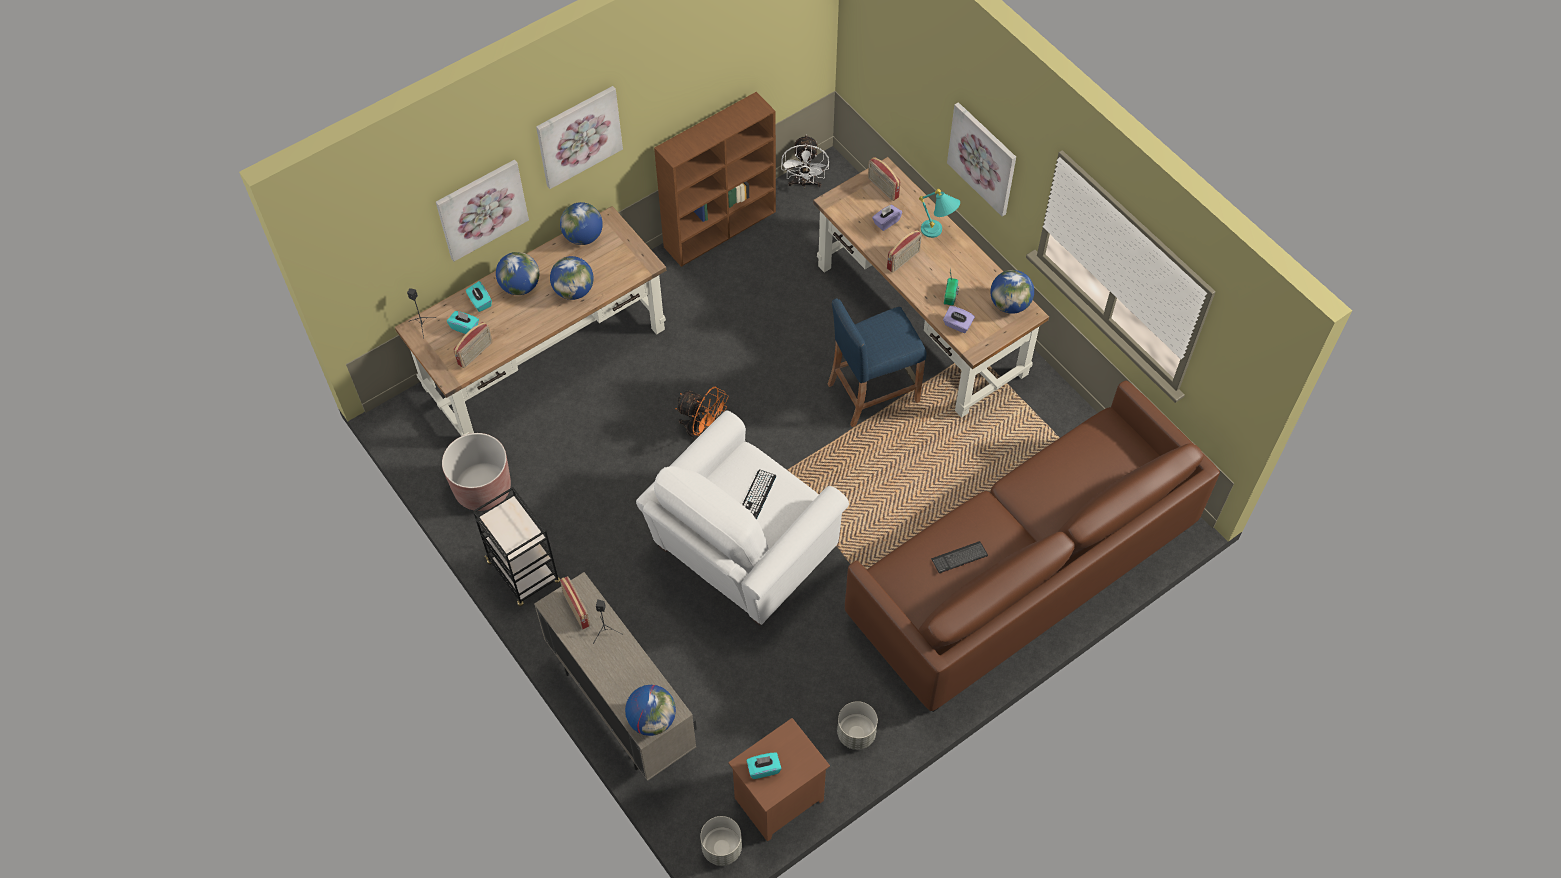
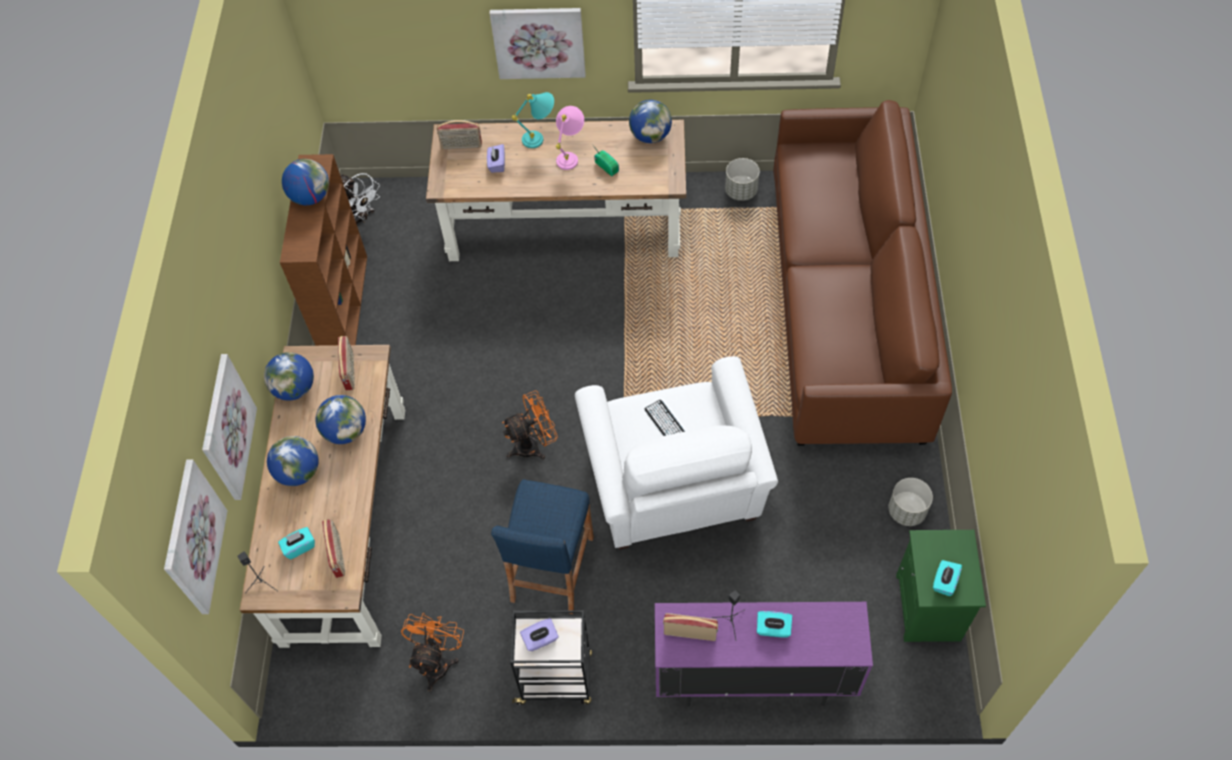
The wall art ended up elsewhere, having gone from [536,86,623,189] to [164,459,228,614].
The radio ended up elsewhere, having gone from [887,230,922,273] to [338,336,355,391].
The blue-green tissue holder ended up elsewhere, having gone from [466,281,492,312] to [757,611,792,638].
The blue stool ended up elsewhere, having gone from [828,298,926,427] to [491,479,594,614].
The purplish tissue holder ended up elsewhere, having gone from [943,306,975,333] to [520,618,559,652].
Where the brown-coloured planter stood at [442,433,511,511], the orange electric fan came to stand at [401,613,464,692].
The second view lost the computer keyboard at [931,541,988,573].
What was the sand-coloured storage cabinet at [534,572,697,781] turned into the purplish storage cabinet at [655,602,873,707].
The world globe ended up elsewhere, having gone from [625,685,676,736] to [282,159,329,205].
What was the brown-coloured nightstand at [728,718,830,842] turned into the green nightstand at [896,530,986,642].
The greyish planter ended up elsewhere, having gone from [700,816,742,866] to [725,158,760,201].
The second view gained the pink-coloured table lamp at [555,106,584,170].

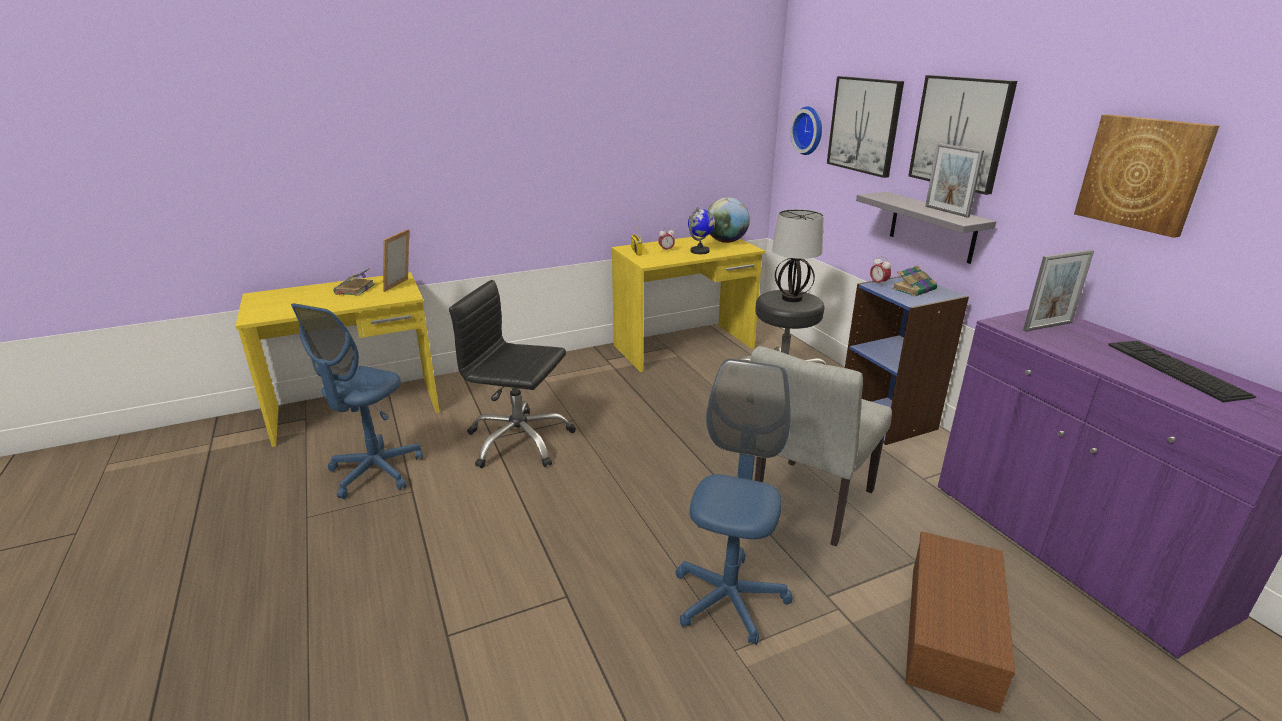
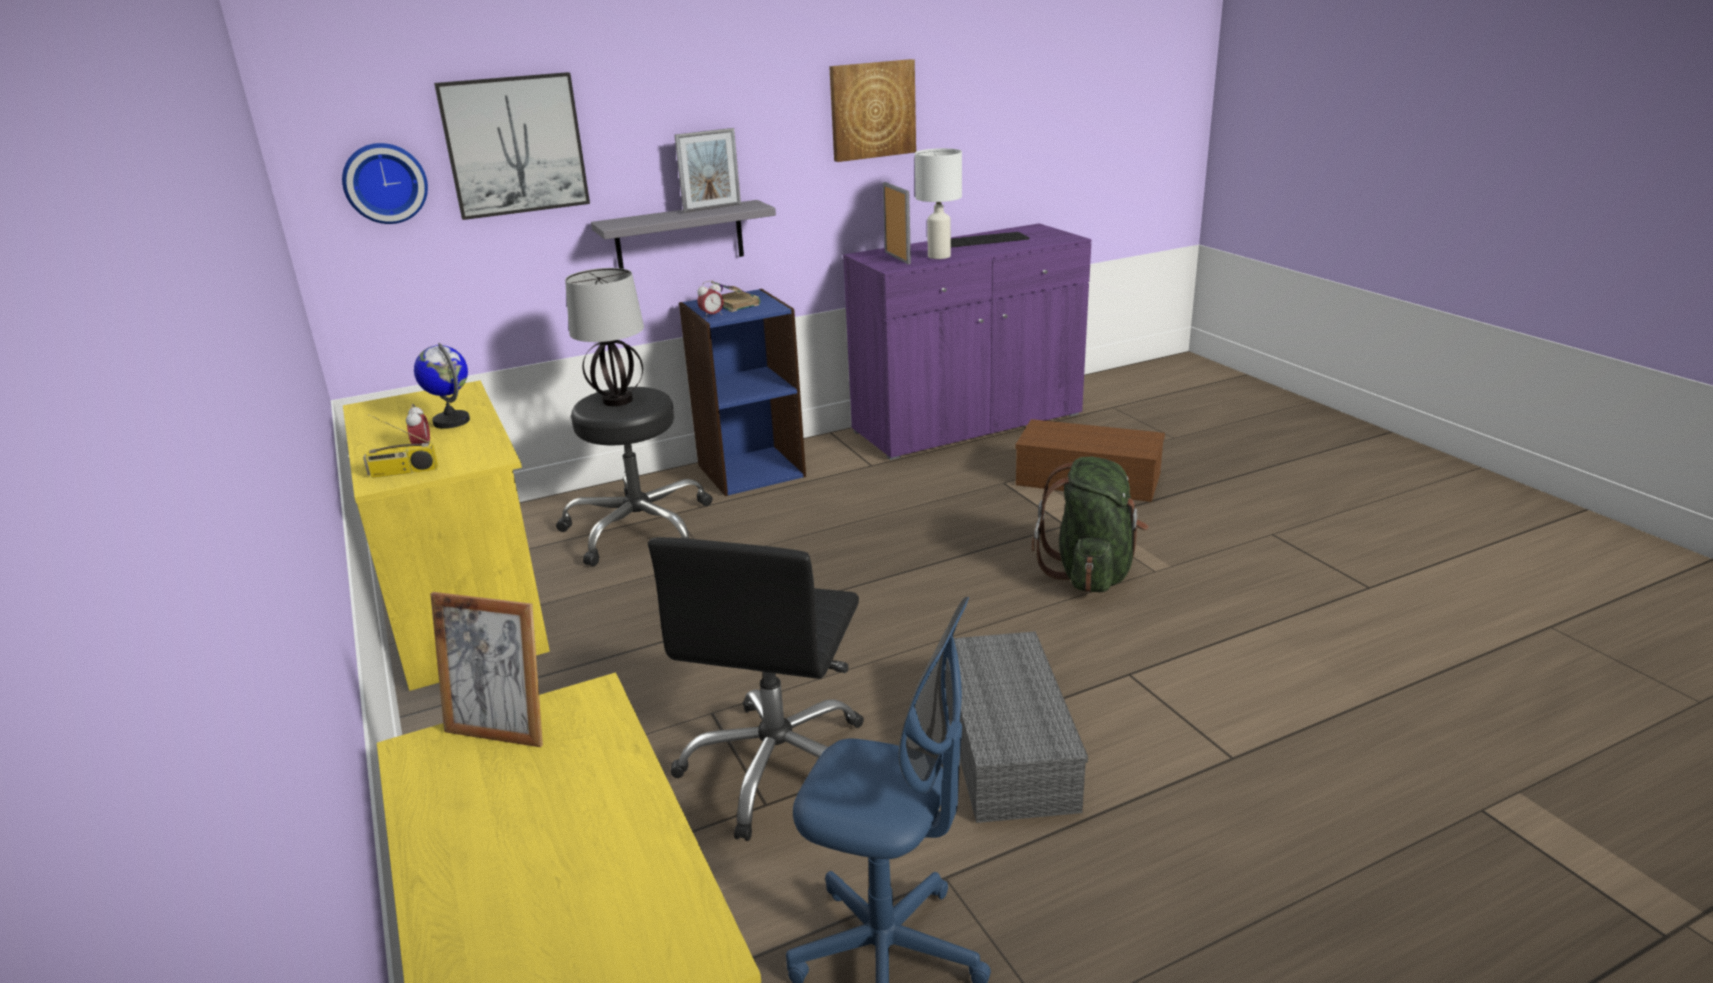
The second view lost the wall art at [908,75,1017,195].
The second view lost the world globe at [708,197,750,243].
The second view lost the volume at [333,268,375,296].
The second view lost the greyish chair at [751,346,892,546].
Where the blue office chair stood at [676,359,793,645], the green knapsack came to stand at [1032,457,1149,593].
The second view gained the whitish table lamp at [915,148,962,259].
The second view gained the greyish storage box at [945,631,1088,823].

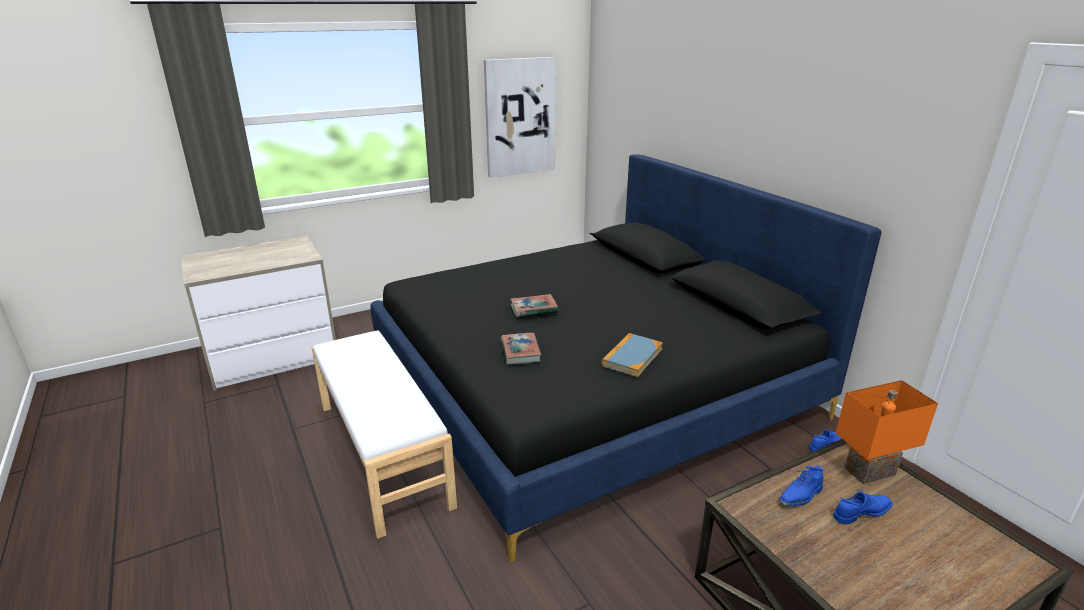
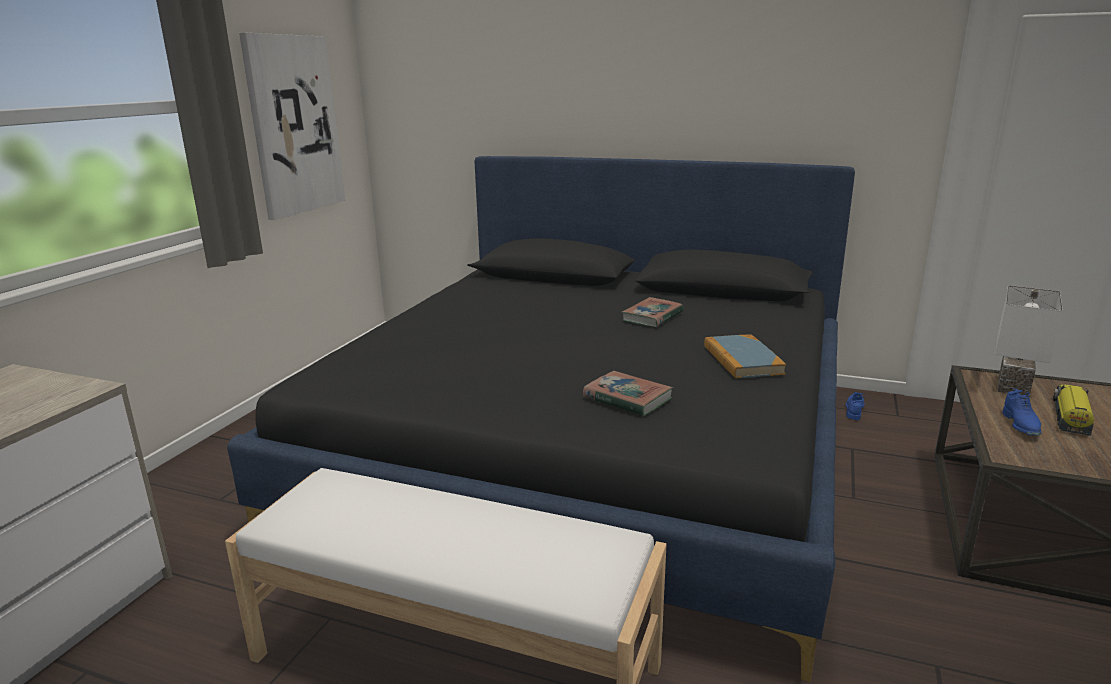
The volume ended up elsewhere, having gone from [511,294,558,317] to [622,297,684,327].
What was the orange table lamp at [836,380,938,484] turned into the whitish table lamp at [995,285,1063,397].
Where the blue item of footwear stood at [833,490,893,524], the toy lorry came to stand at [1053,384,1094,436].

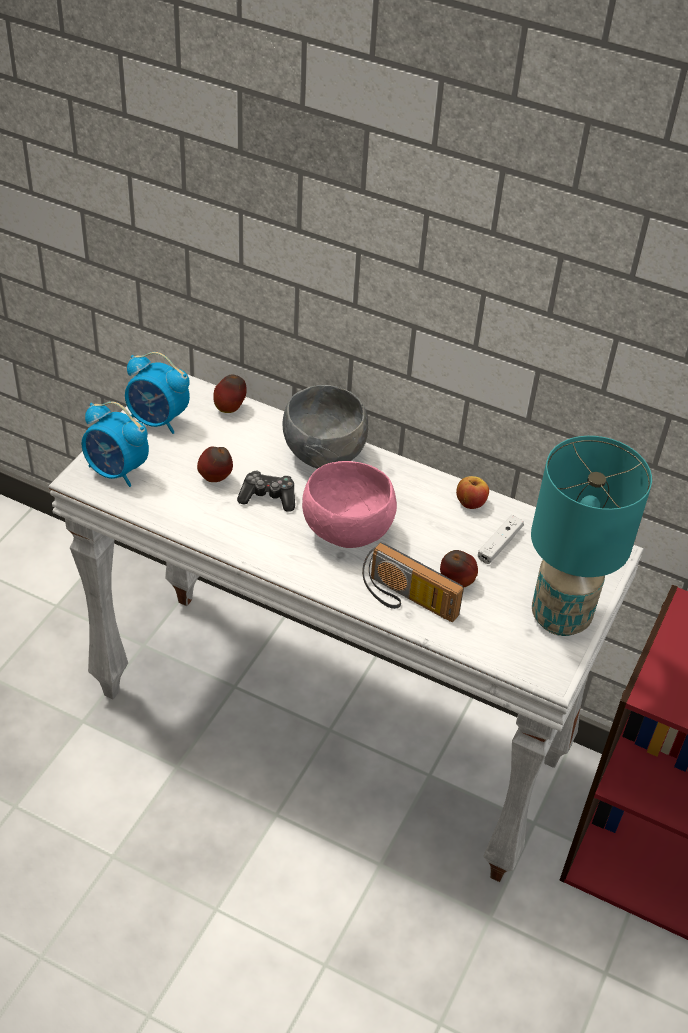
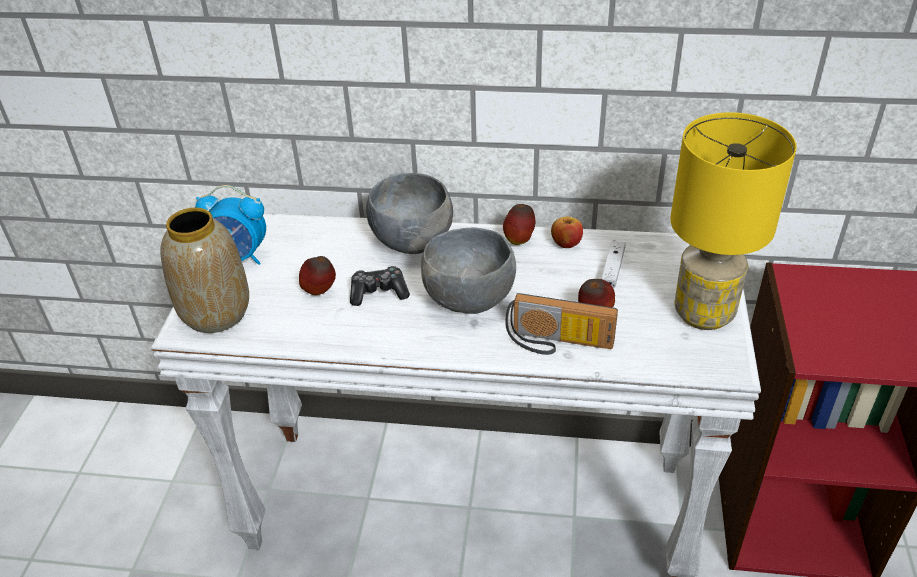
The apple ended up elsewhere, having gone from [213,375,247,413] to [503,204,535,245].
Where the table clock stood at [82,402,149,487], the vase came to stand at [160,208,249,333].
What was the blue-green table lamp at [531,436,652,636] turned into the yellow-coloured table lamp at [670,112,796,330].
What was the pink-coloured bowl at [302,461,397,548] turned into the greyish bowl at [421,228,516,314].

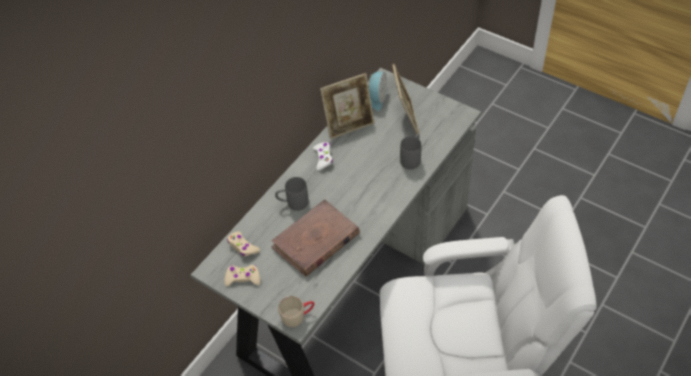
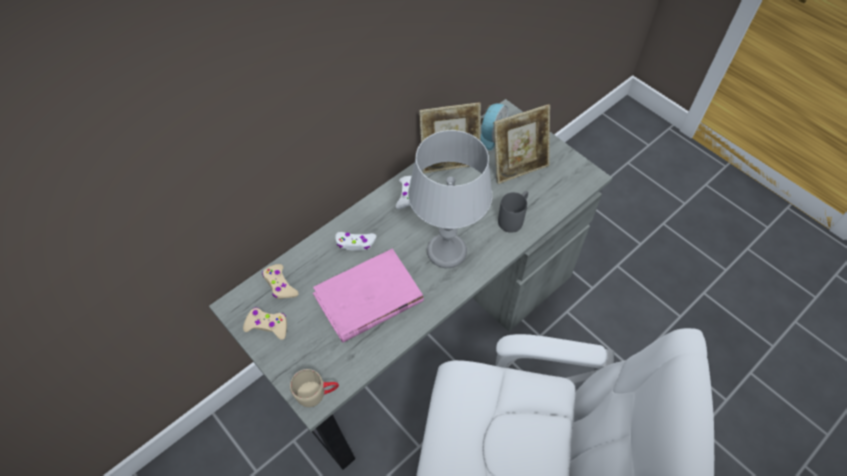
The photo frame at [392,64,420,134] ended up facing another way, 60 degrees clockwise from before.
Where the greyish coffee mug stood at [275,177,309,211], the whitish gamepad came to stand at [335,232,376,251].
What was the brown-coloured volume at [271,199,360,277] turned into the pink-coloured volume at [313,248,424,343].
The second view gained the greyish table lamp at [408,130,492,268].

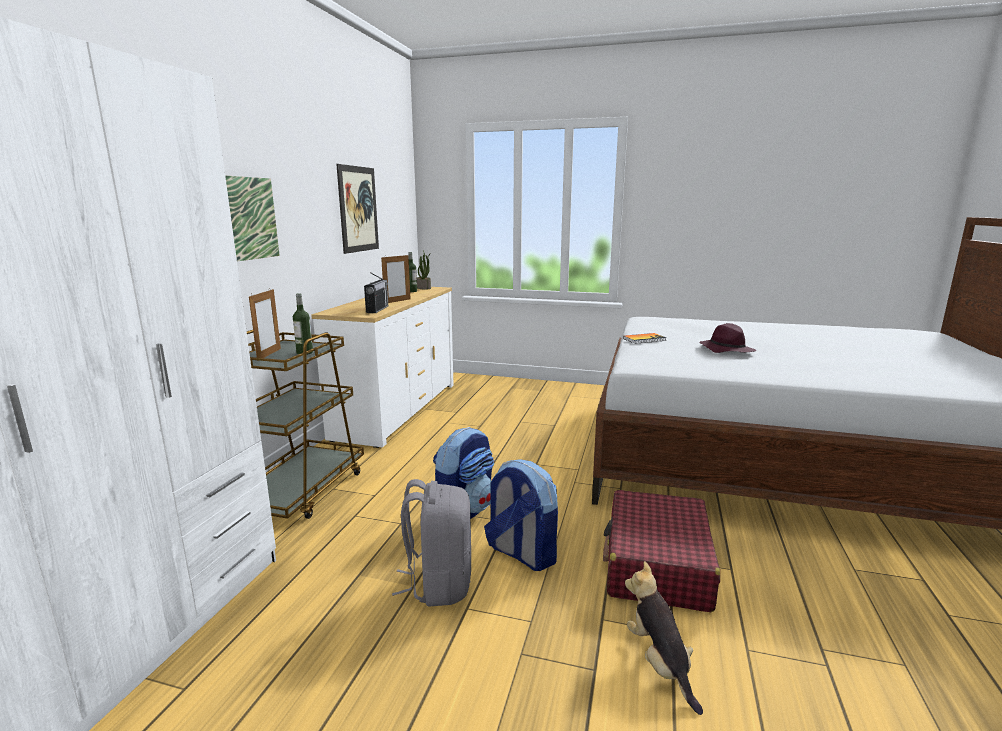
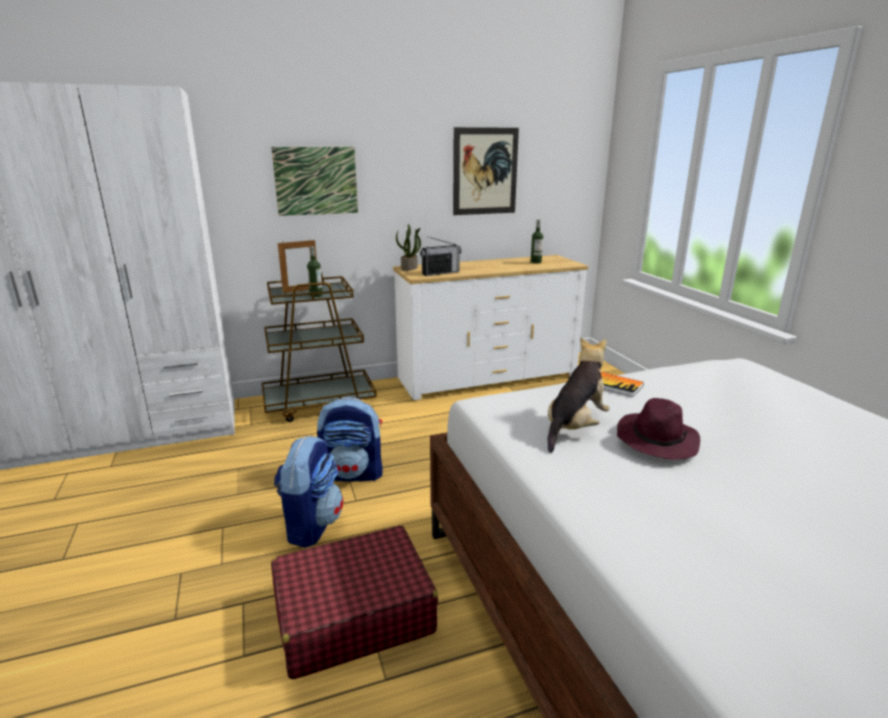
The houseplant ended up elsewhere, having gone from [417,251,431,290] to [396,224,421,271].
The second view lost the photo frame at [381,254,411,303].
The second view lost the greyish knapsack at [392,479,471,606].
The plush toy ended up elsewhere, having gone from [625,561,703,715] to [548,337,610,453].

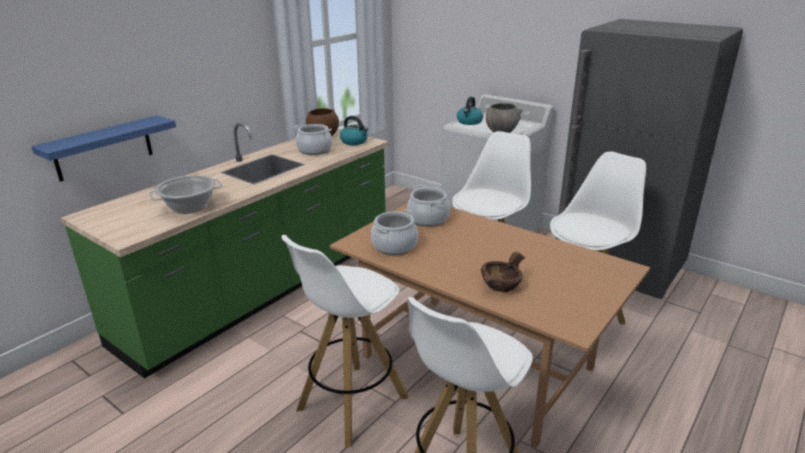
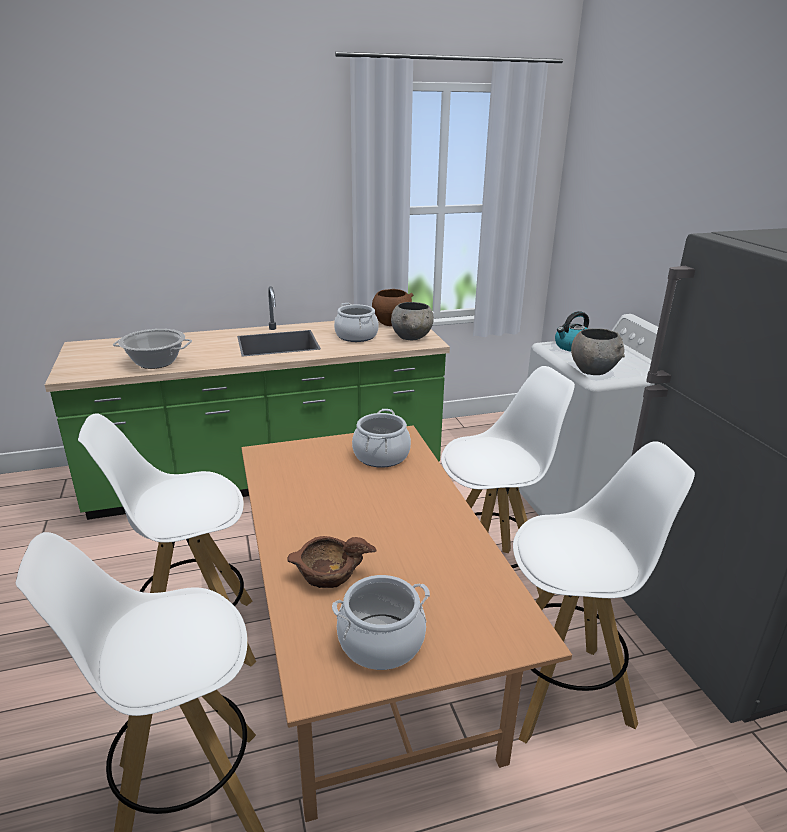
The second view lost the blue shelf at [31,115,176,182].
Where the tea kettle stood at [340,116,368,145], the greyish bowl came to stand at [391,302,434,340].
The cooking pot ended up elsewhere, having gone from [371,209,418,255] to [332,575,430,670].

